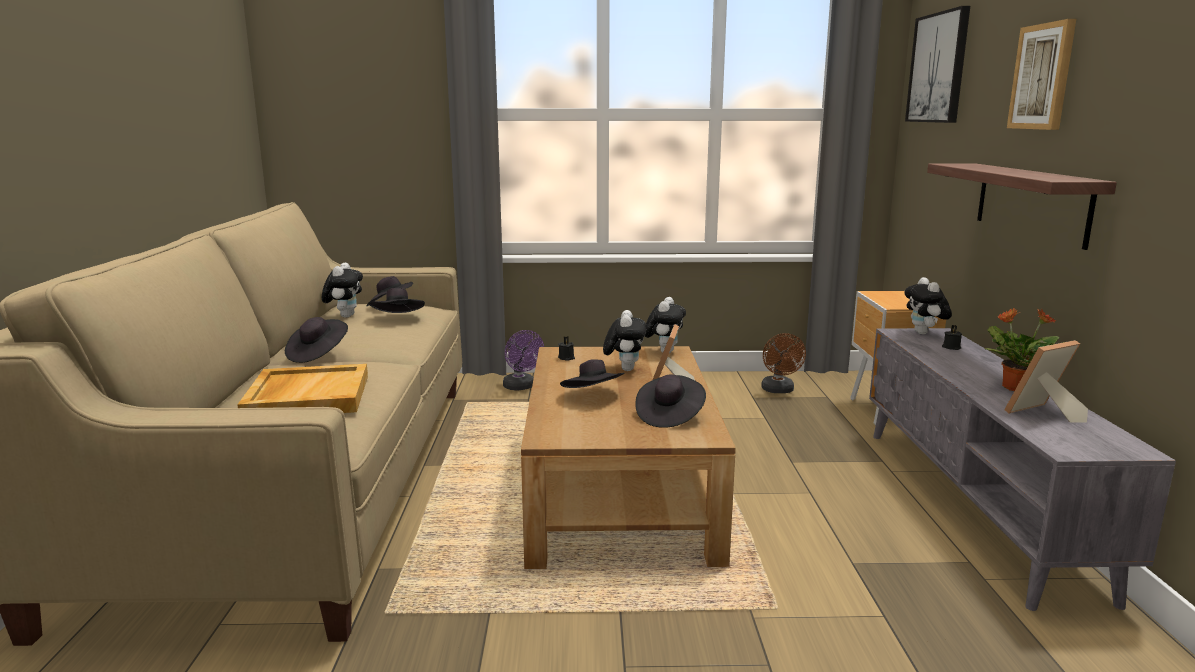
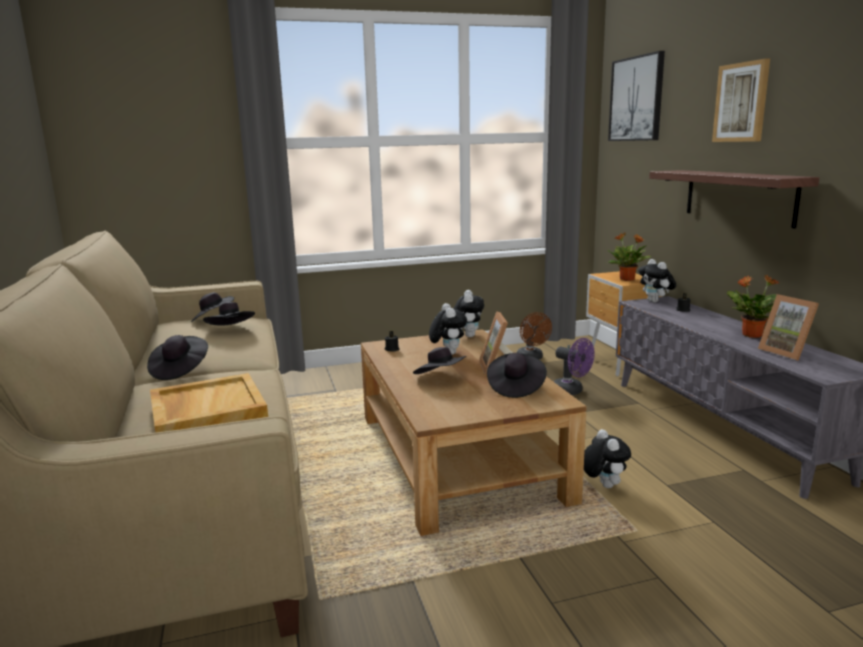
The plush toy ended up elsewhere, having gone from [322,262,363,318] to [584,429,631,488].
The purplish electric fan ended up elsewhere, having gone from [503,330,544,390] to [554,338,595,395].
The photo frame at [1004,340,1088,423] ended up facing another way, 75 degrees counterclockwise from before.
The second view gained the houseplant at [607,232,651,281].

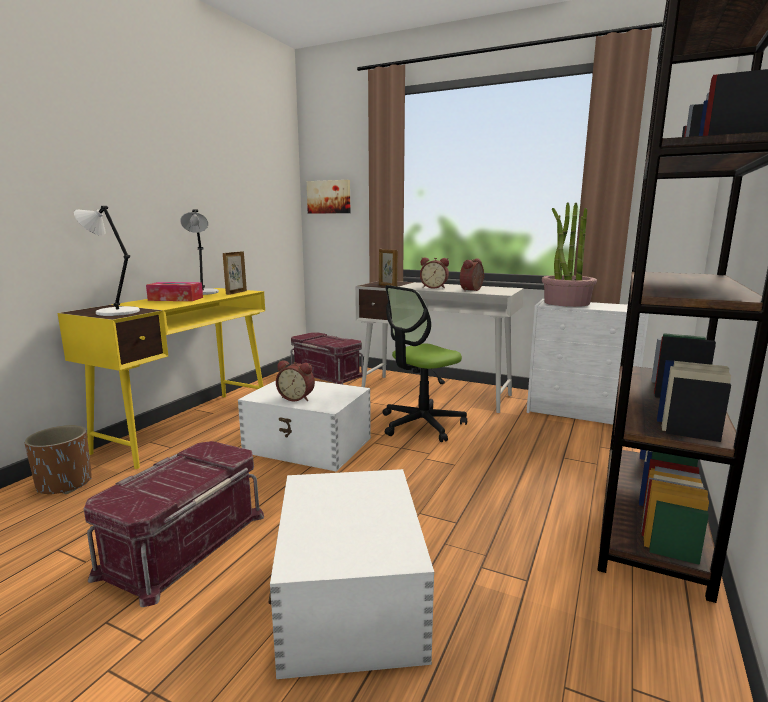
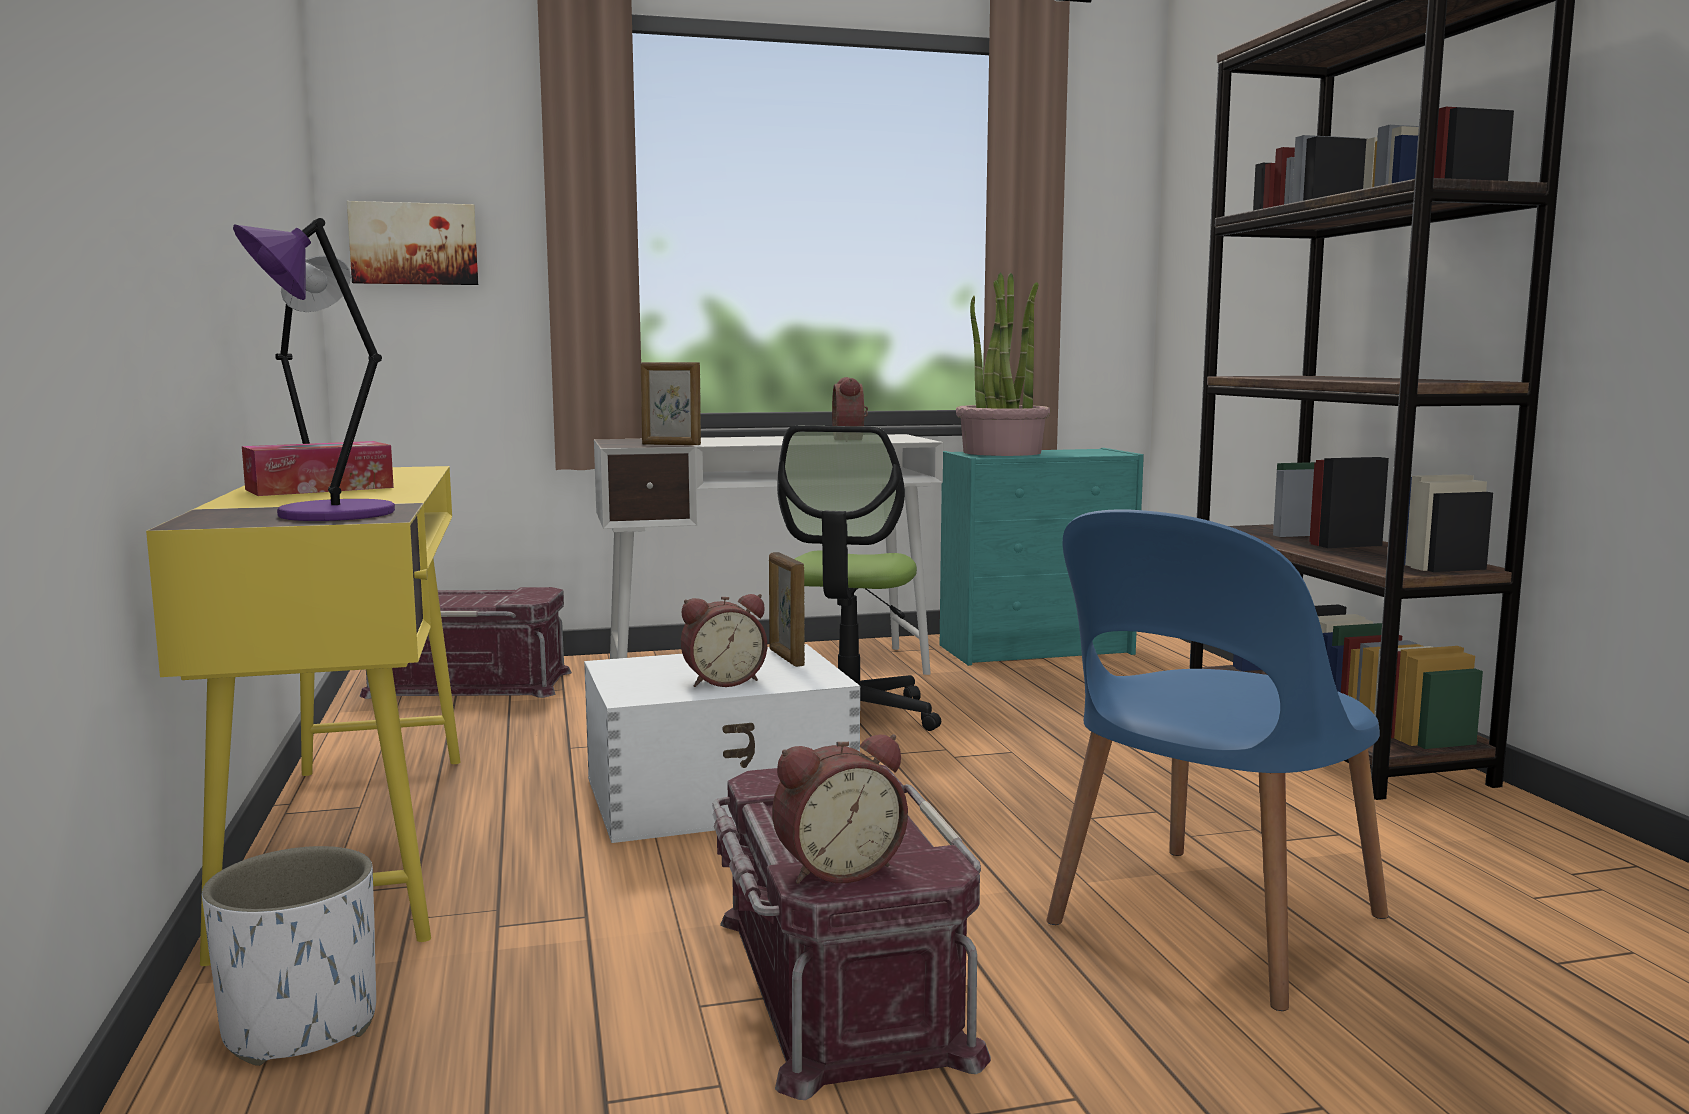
What was the whitish table lamp at [74,206,140,316] turned into the purplish table lamp at [233,218,395,521].
The photo frame ended up elsewhere, having gone from [223,251,247,295] to [769,552,805,667].
The table clock ended up elsewhere, having gone from [420,258,449,289] to [772,734,908,884].
What was the whitish dresser at [527,299,649,424] turned into the blue-green dresser at [940,448,1144,666].
What was the brown-coloured planter at [24,425,92,494] turned into the whitish planter at [202,846,376,1066].
Where the whitish storage box stood at [268,469,434,679], the blue chair came to stand at [1046,509,1388,1011].

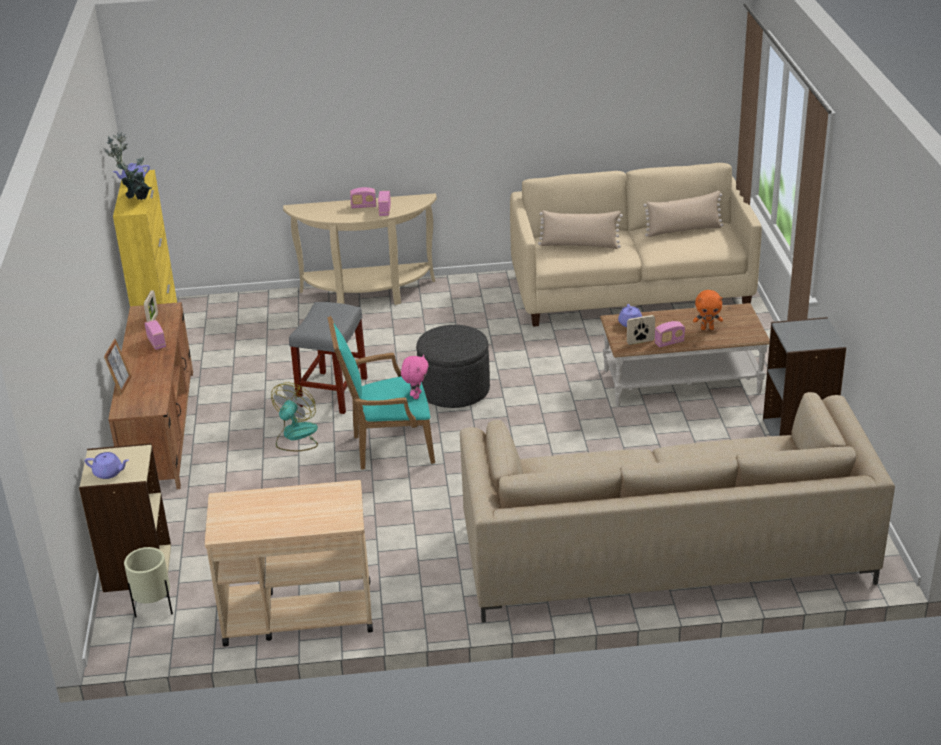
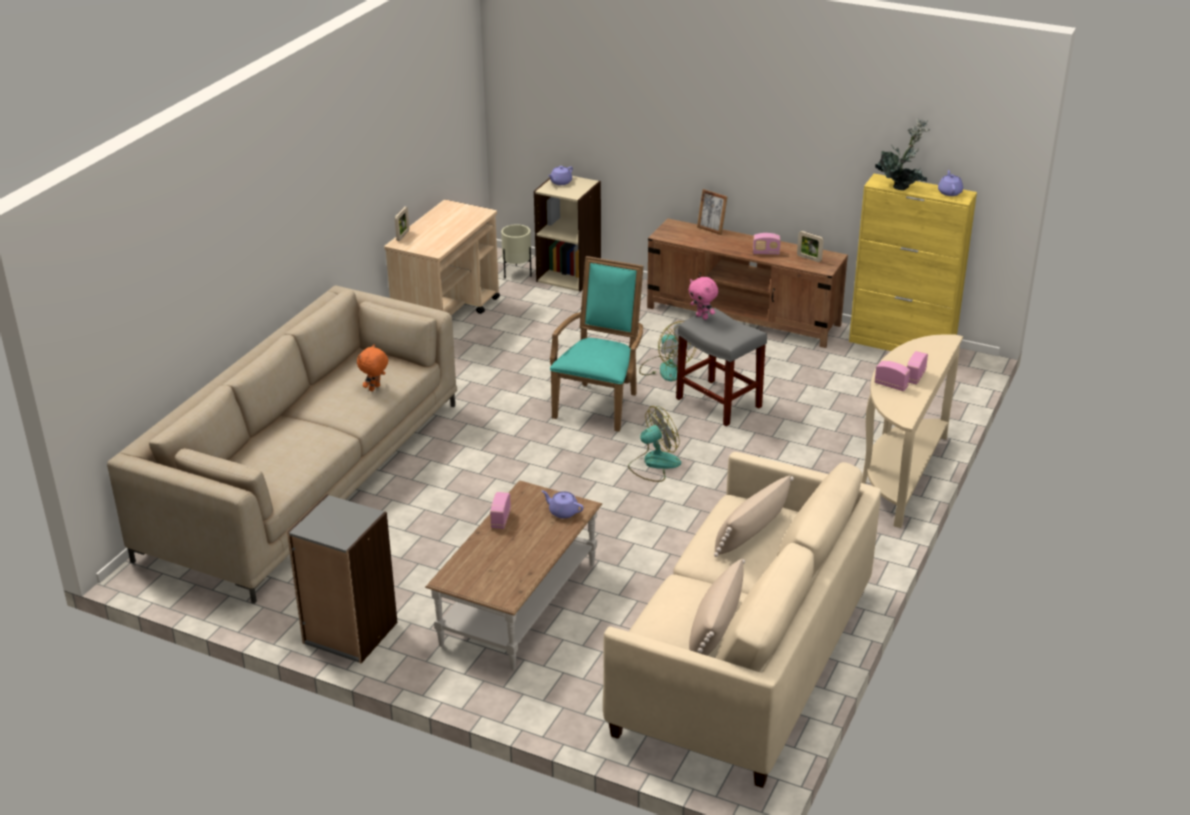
The orange plush toy ended up elsewhere, having gone from [693,290,723,330] to [357,344,388,391].
The photo frame ended up elsewhere, having gone from [627,315,655,345] to [395,207,409,241].
Where the greyish footrest stood at [416,325,490,408], the electric fan came to stand at [628,406,681,482].
The pink-coloured plush toy ended up elsewhere, having gone from [401,354,429,399] to [688,277,718,320].

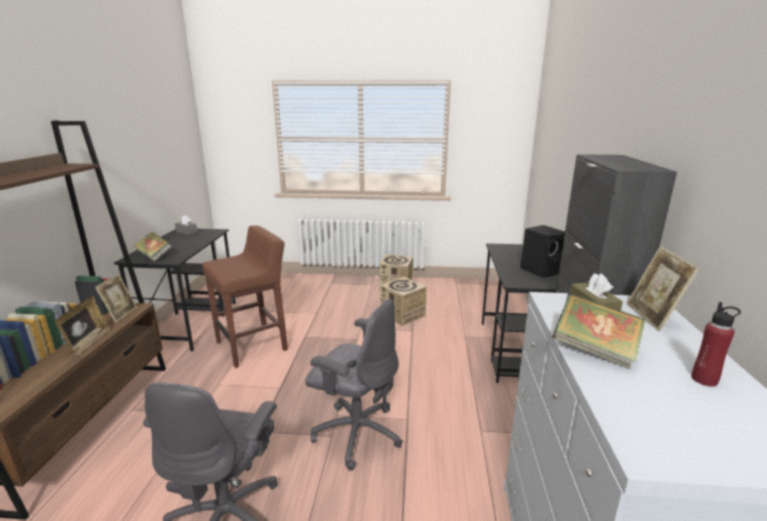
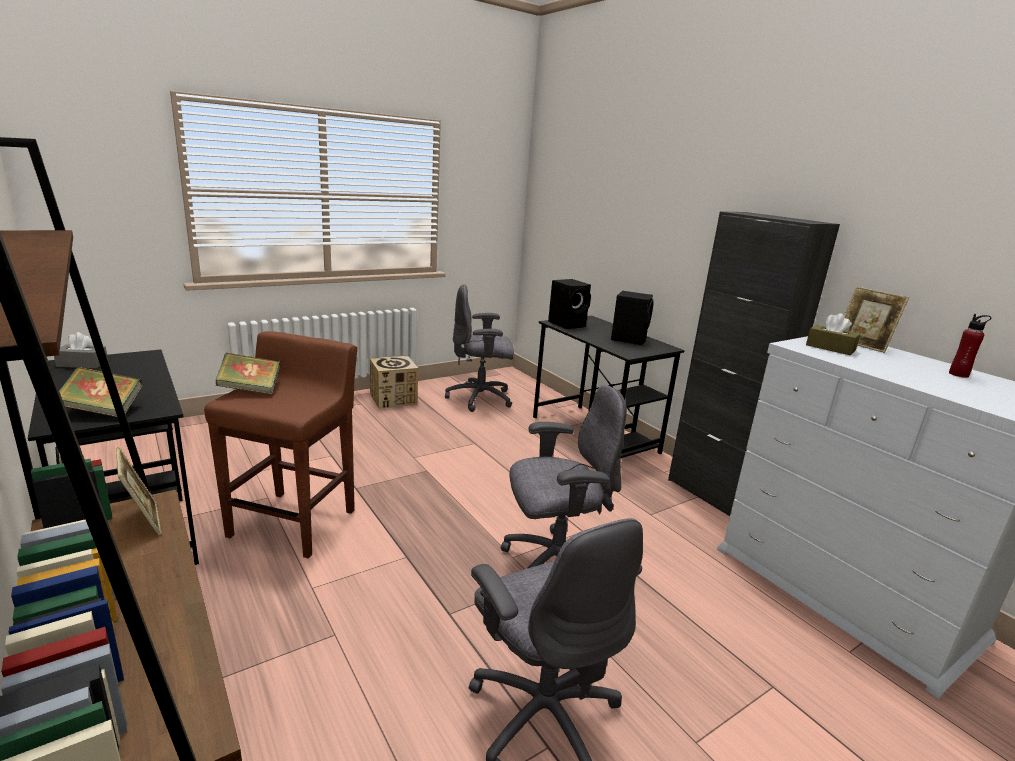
The second view lost the packing box at [380,277,427,326].
The volume ended up elsewhere, having gone from [552,293,646,369] to [216,353,280,395].
The second view lost the photo frame at [56,296,110,356].
The second view gained the blackish audio speaker at [548,279,591,329].
The second view gained the greyish office chair at [445,284,514,412].

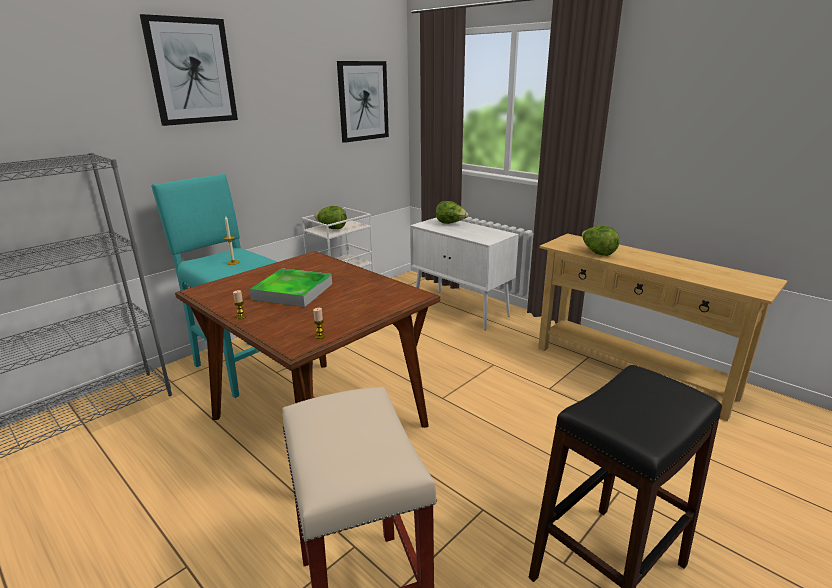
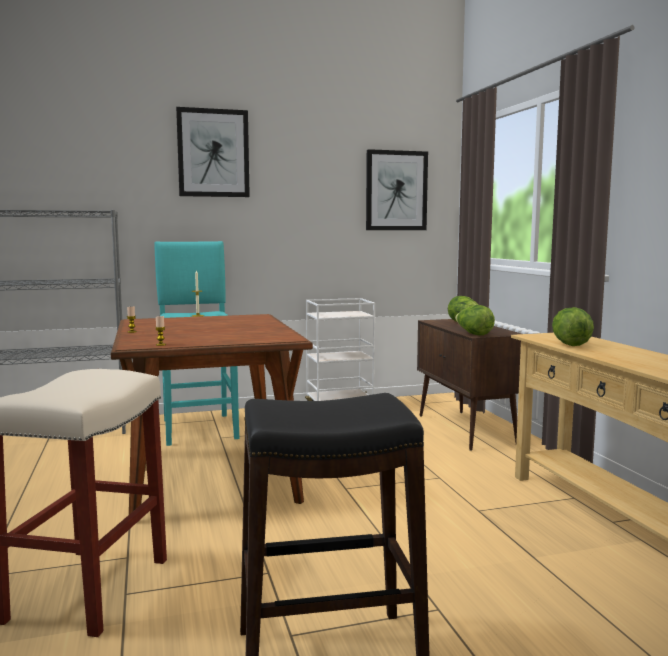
The head of lettuce ended up elsewhere, having gone from [314,206,347,229] to [455,305,495,336].
What was the whitish storage cabinet at [410,218,519,330] turned into the brown-coloured storage cabinet at [417,319,521,451].
The second view lost the carrying tray at [250,268,332,307].

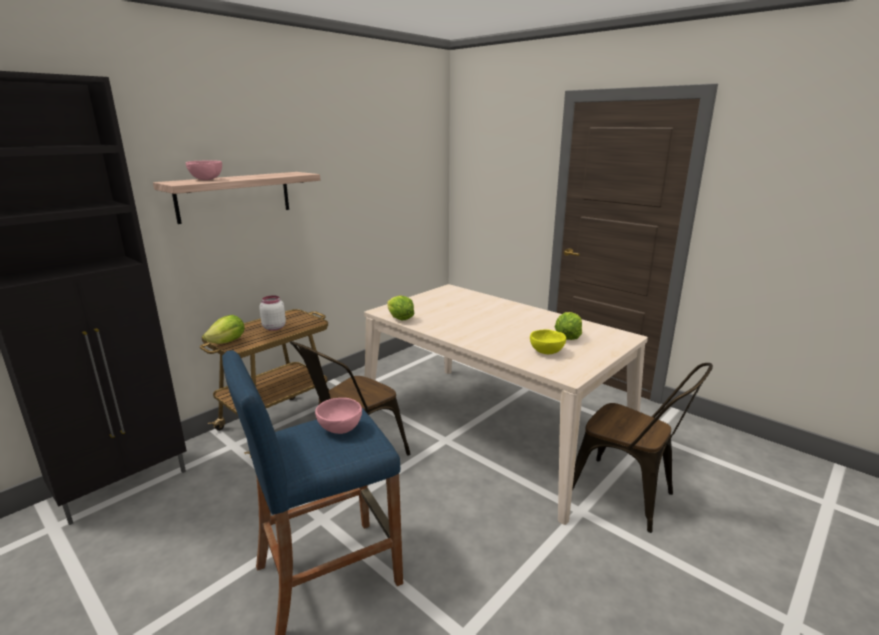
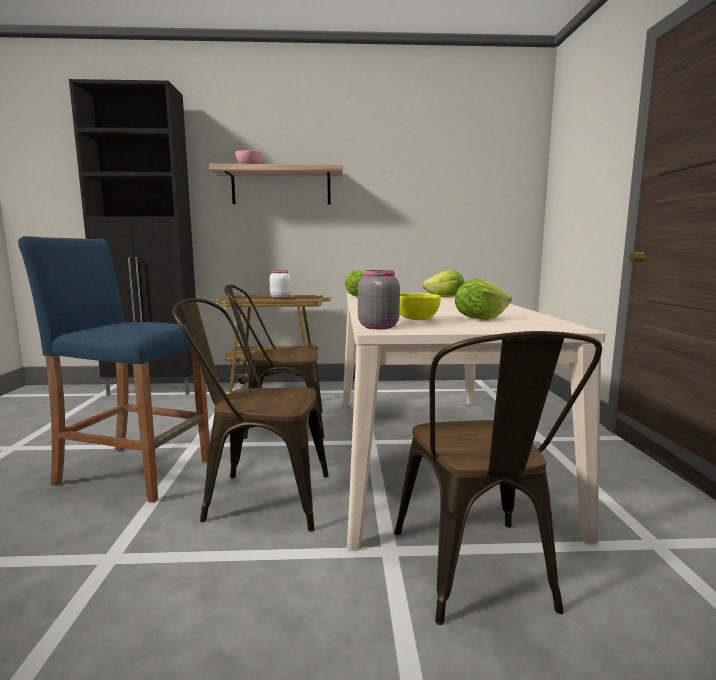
The head of lettuce ended up elsewhere, having gone from [202,315,245,344] to [422,270,464,297].
The second view lost the pink-coloured bowl at [315,398,362,434].
The second view gained the greyish preserve jar at [358,270,400,329].
The second view gained the brown-coloured chair at [172,298,329,532].

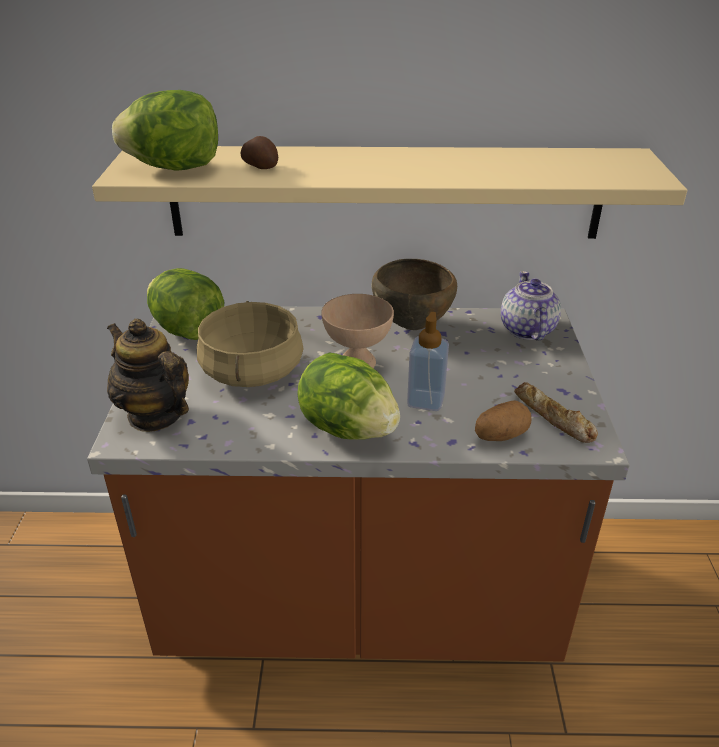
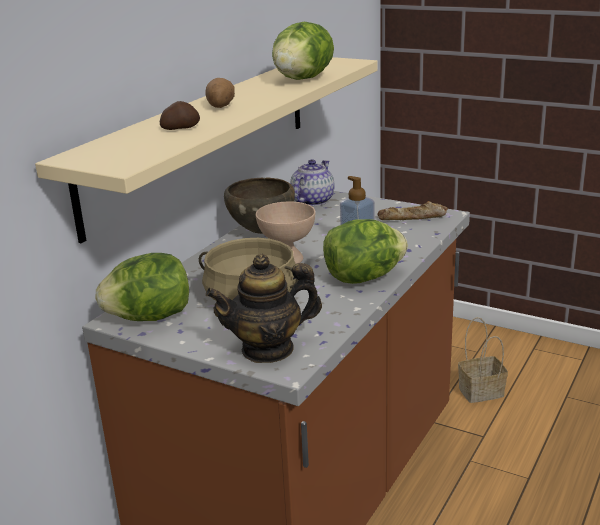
The head of lettuce ended up elsewhere, having gone from [112,90,218,171] to [272,22,334,80].
The pot for tea at [501,271,561,341] ended up facing another way, 90 degrees clockwise from before.
The potato ended up elsewhere, having gone from [475,400,532,441] to [205,78,235,108].
The second view gained the basket at [458,317,508,403].

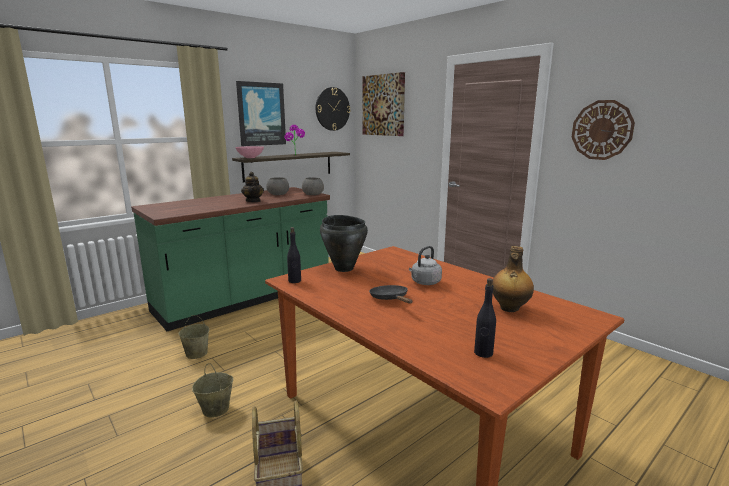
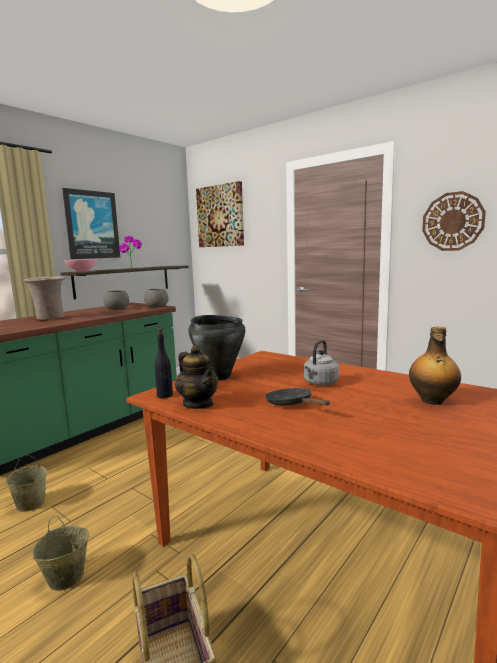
The second view lost the clock on the wall at [316,87,351,131].
The pot for tea ended up elsewhere, having gone from [241,172,264,202] to [175,345,218,409].
The second view lost the blackish drink bottle at [474,278,496,358].
The second view gained the sand-coloured vase at [23,276,66,320].

